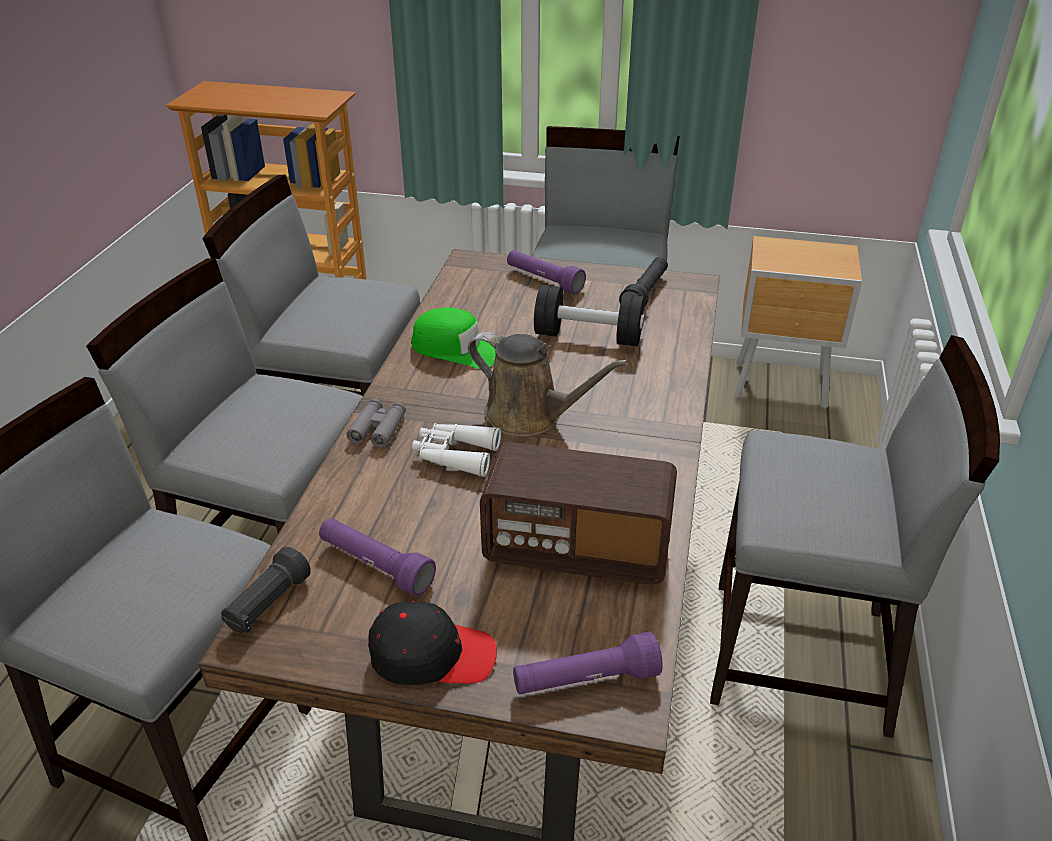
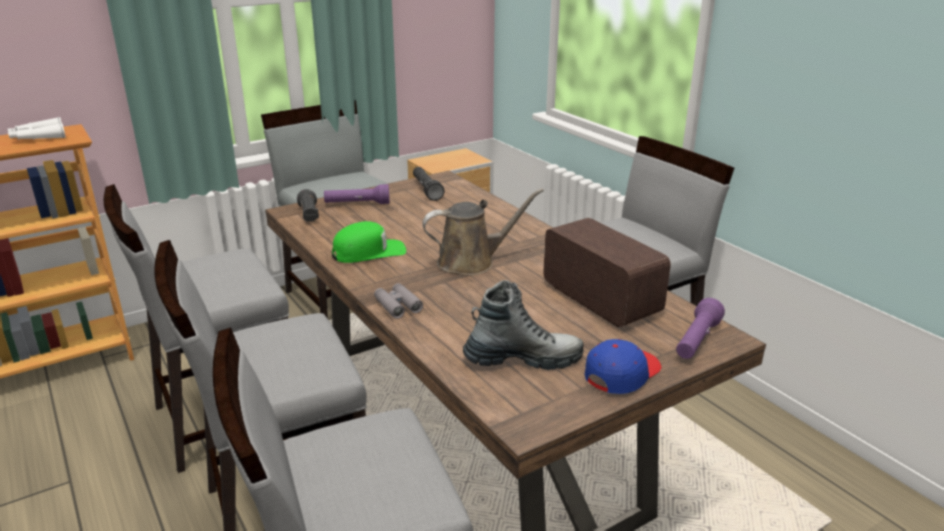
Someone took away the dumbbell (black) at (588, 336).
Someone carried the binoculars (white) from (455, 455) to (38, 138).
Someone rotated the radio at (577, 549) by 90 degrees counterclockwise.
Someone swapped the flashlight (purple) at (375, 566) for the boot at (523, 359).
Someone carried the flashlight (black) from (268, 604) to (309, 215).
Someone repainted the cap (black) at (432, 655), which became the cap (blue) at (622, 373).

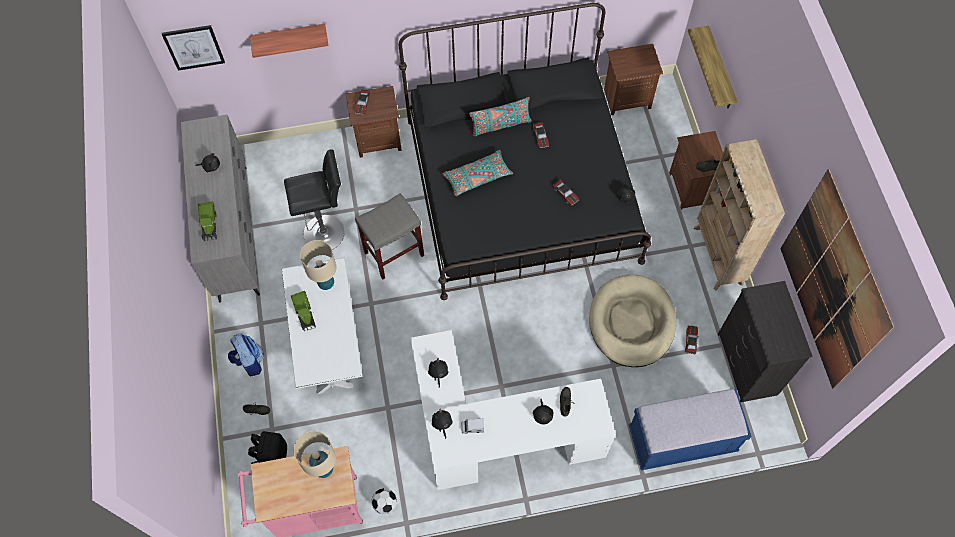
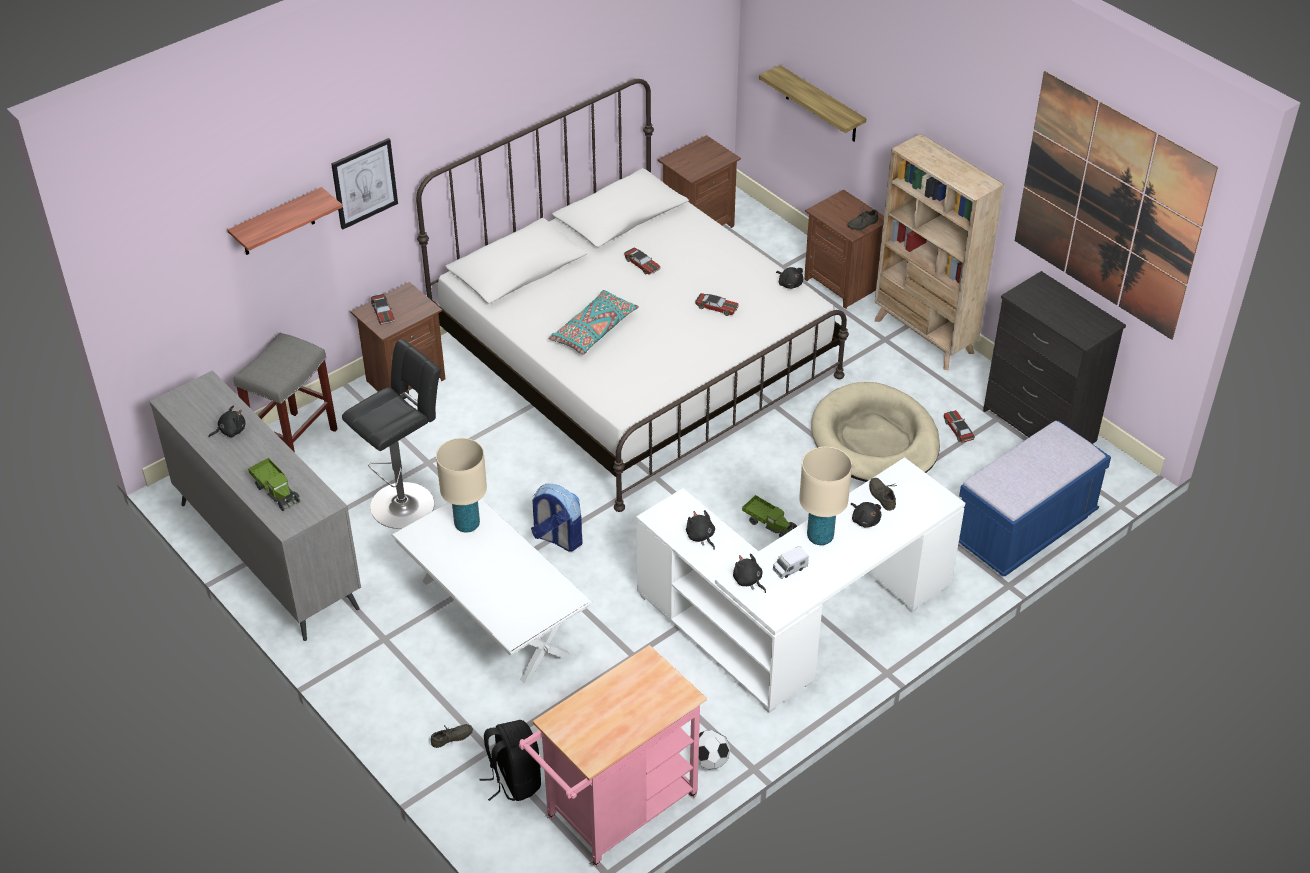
Someone repainted the bed (black) at (521, 189), which became the bed (white) at (634, 361).
Someone carried the picture from (194, 47) to (364, 183).
Someone took away the pillow (turquoise) at (500, 125).
Someone carried the stool (grey) from (394, 253) to (294, 441).
Someone carried the toy truck from (305, 313) to (769, 524).
Someone carried the backpack from (249, 361) to (557, 538).
Someone carried the table lamp (beige) from (324, 469) to (820, 537).

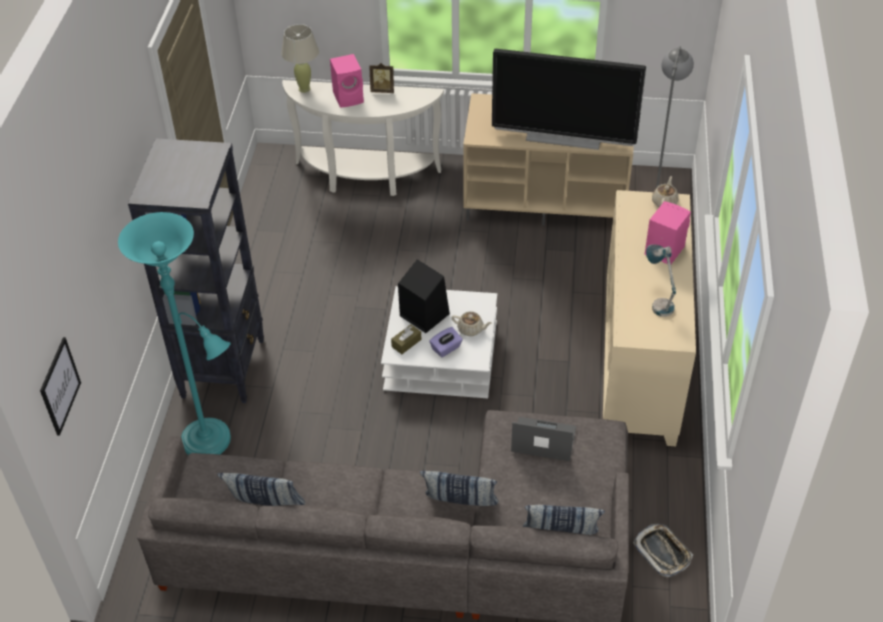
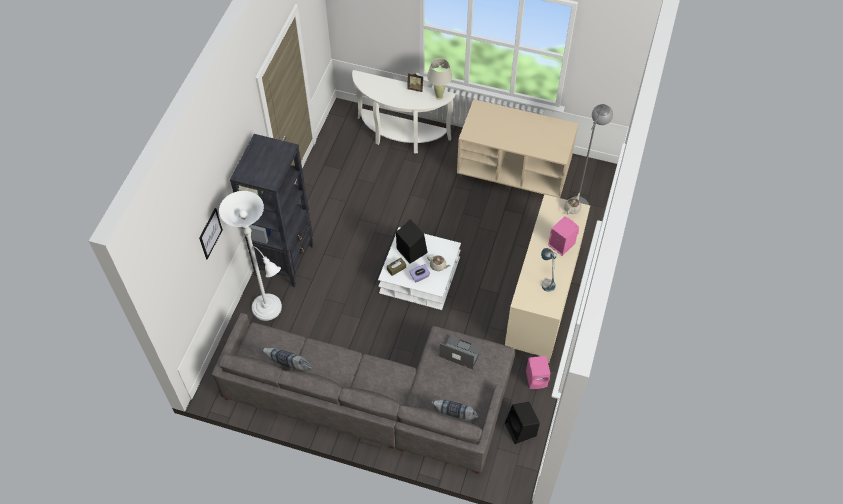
Someone carried the table lamp (beige) from (304, 89) to (439, 96).
Someone took away the television at (563, 138).
Someone carried the speaker (pink) from (349, 97) to (537, 379).
Someone repainted the floor lamp (turquoise) at (211, 442), which became the floor lamp (white) at (269, 310).
Someone carried the picture from (60, 386) to (210, 233).
Someone took away the pillow at (460, 507).
Someone swapped the tray at (662, 552) for the speaker (black) at (521, 430).

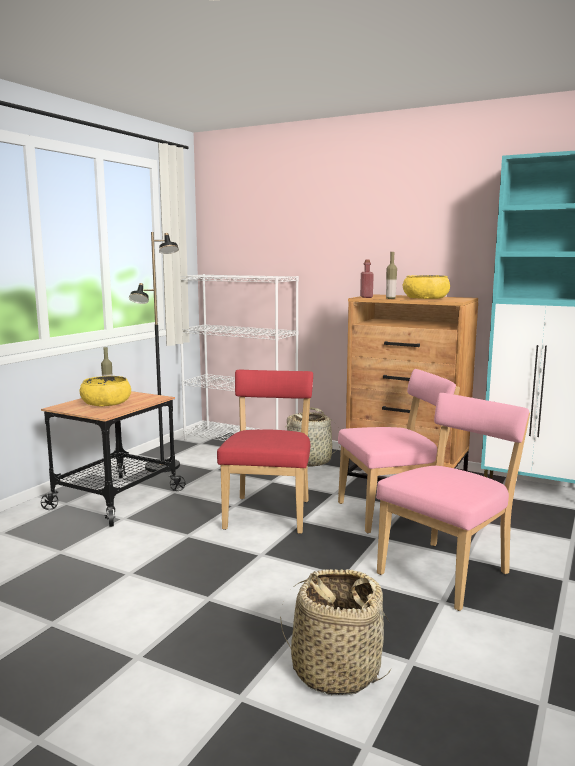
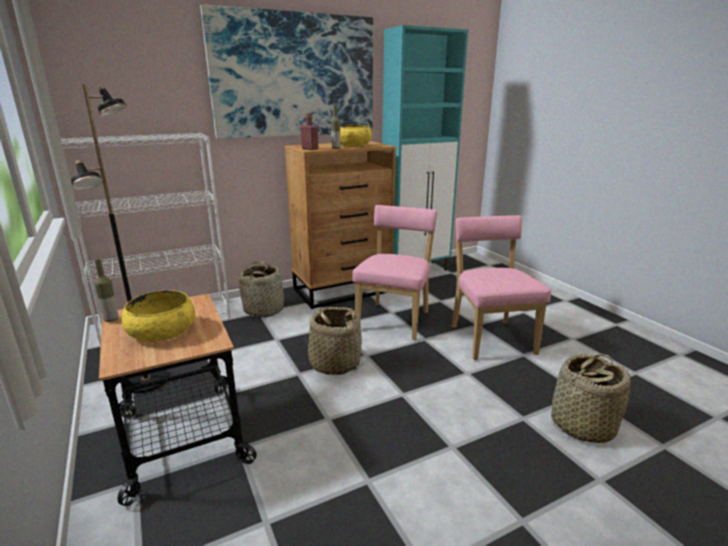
Someone swapped the chair (red) at (269, 512) for the basket at (334, 363).
Someone put up the picture at (295, 76).

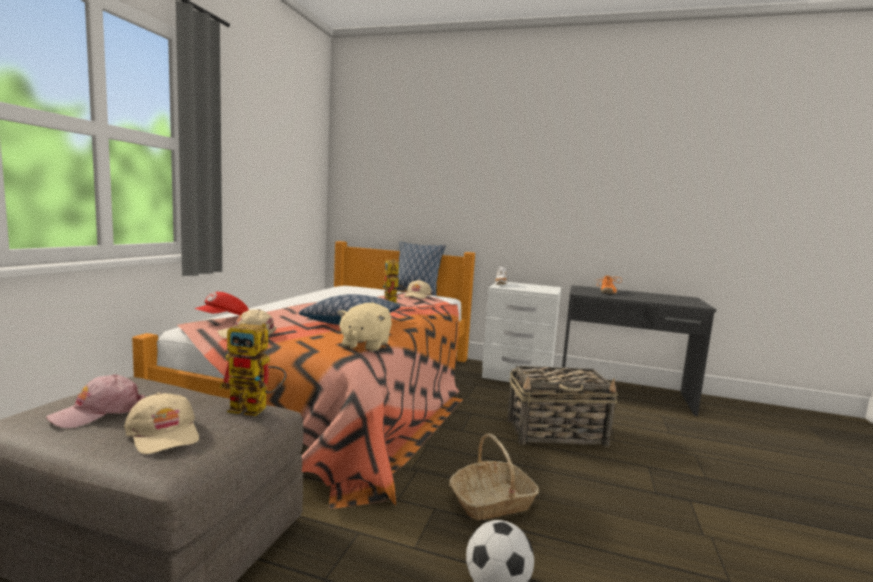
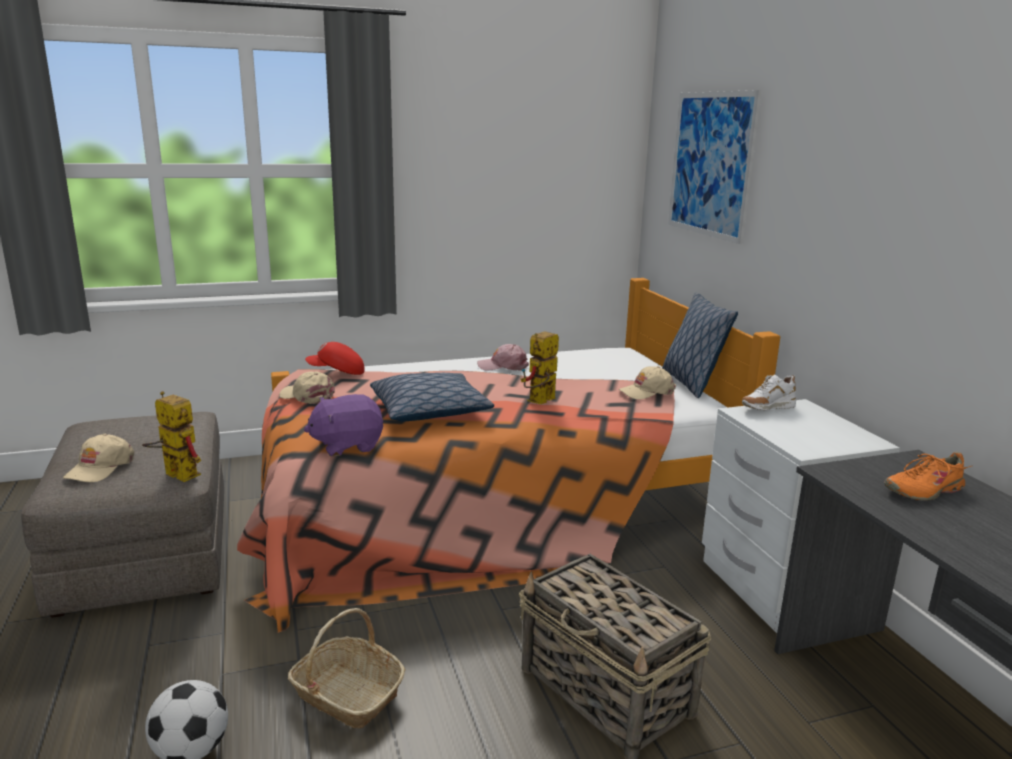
Someone repainted the plush toy (beige) at (365, 345), which became the plush toy (purple) at (347, 445).
Someone rotated the toy robot at (256, 409) by 150 degrees clockwise.
Someone carried the cap (pink) from (98, 412) to (503, 366).
Someone put up the picture at (711, 164).

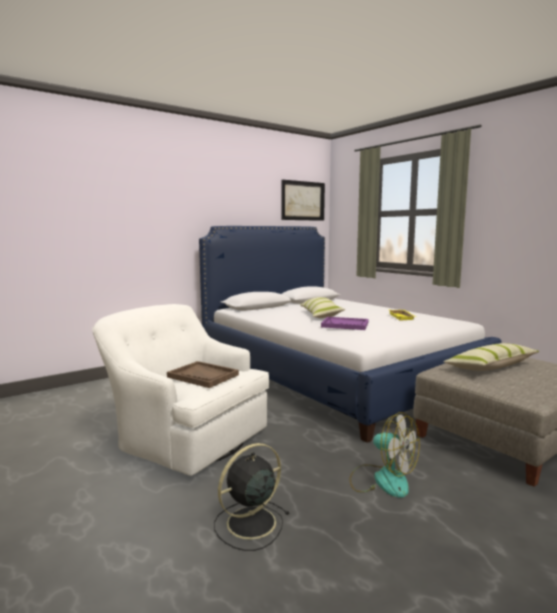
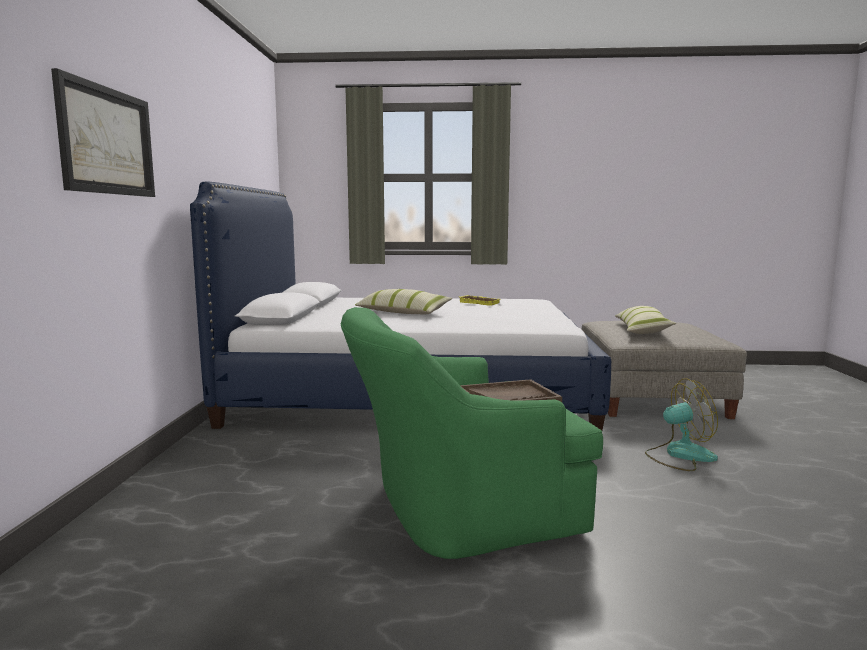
Someone carried the picture from (302, 201) to (107, 141).
Someone repainted the armchair (white) at (185, 436), which became the armchair (green) at (458, 510).
Someone took away the tray (purple) at (345, 325).
Someone took away the fan (black) at (249, 524).

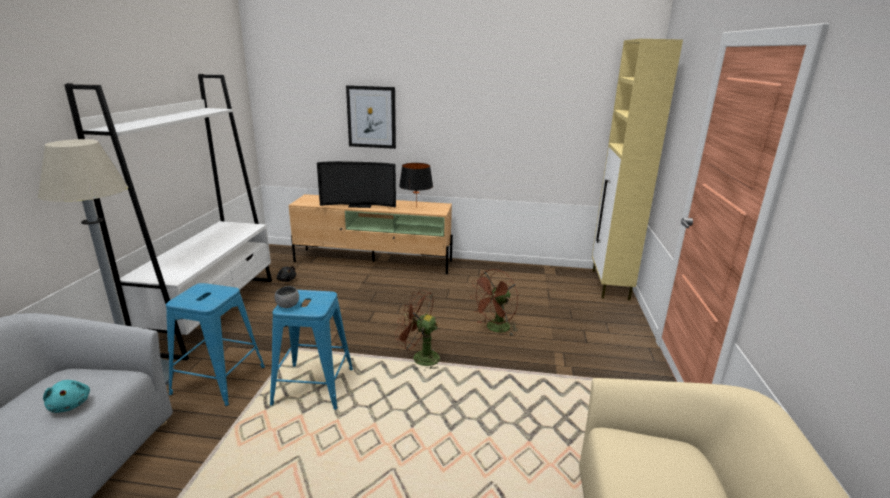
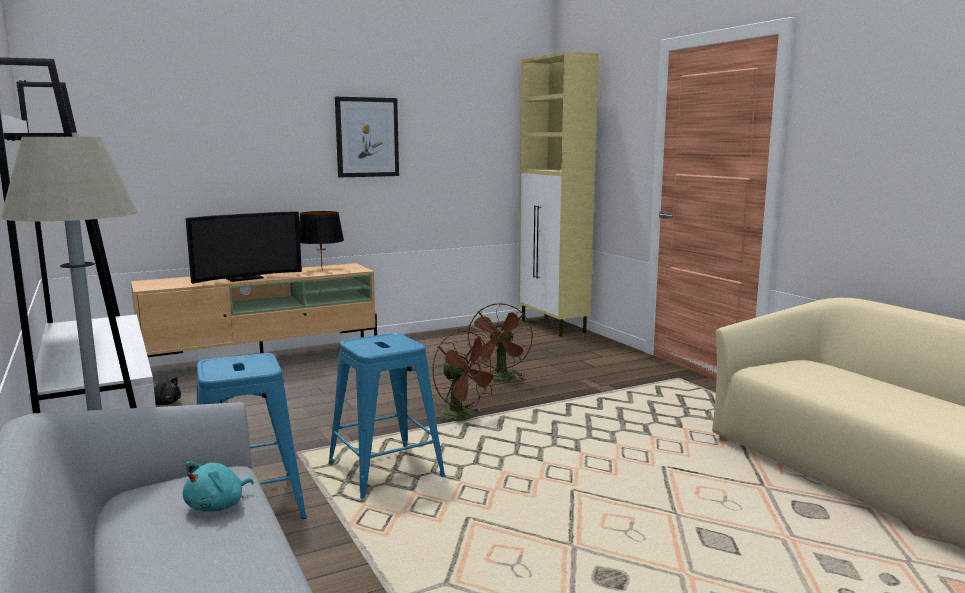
Someone carried the picture from (371, 117) to (367, 137).
Someone took away the bowl (grey) at (287, 305).
Someone rotated the fan (brown) at (420, 358) by 120 degrees counterclockwise.
Someone rotated the plush toy (turquoise) at (70, 405) by 105 degrees clockwise.

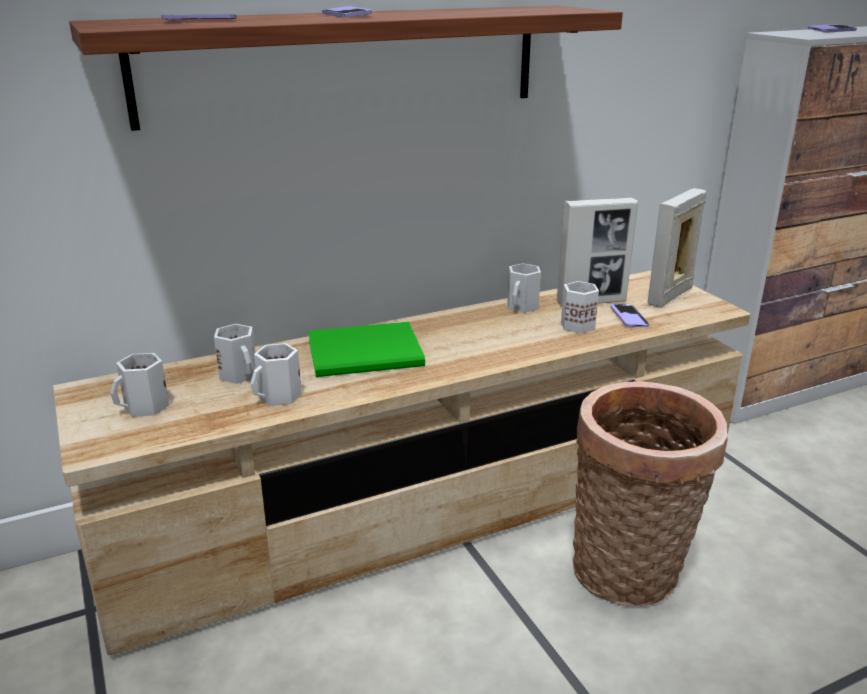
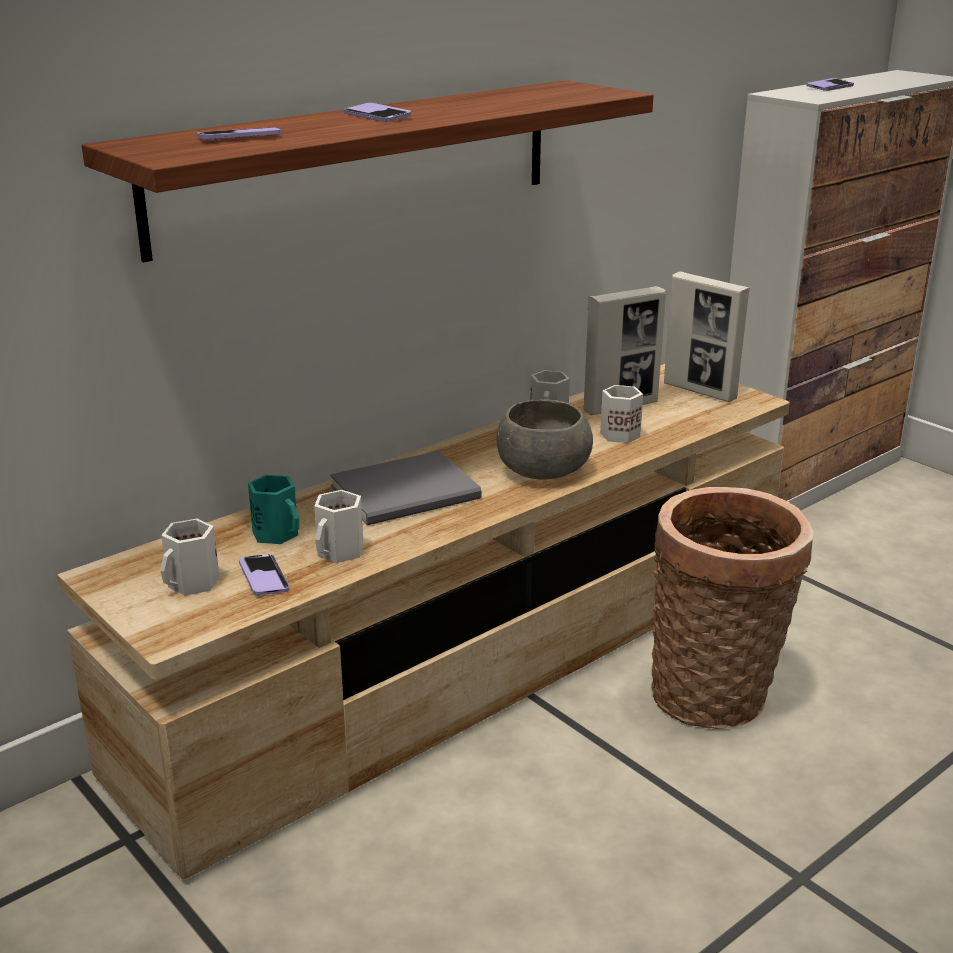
Someone rotated the picture frame at (670, 296) by 75 degrees counterclockwise.
Someone carried the phone from (629, 317) to (263, 577).
Someone repainted the book (green) at (369, 354), which became the book (grey) at (410, 493).
Someone repainted the mug (white) at (240, 374), which became the mug (turquoise) at (278, 533).
Someone put down the bowl (grey) at (542, 470).

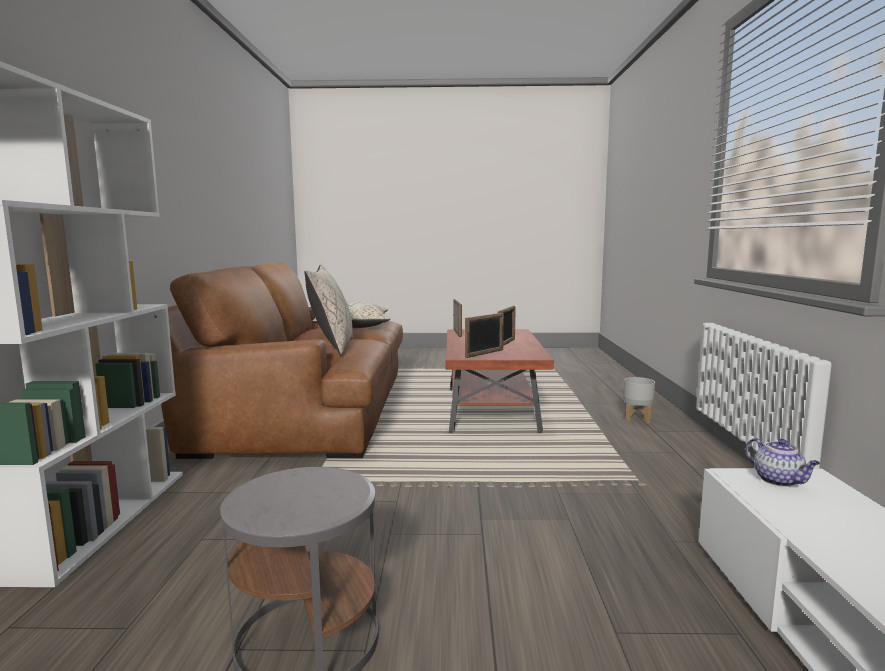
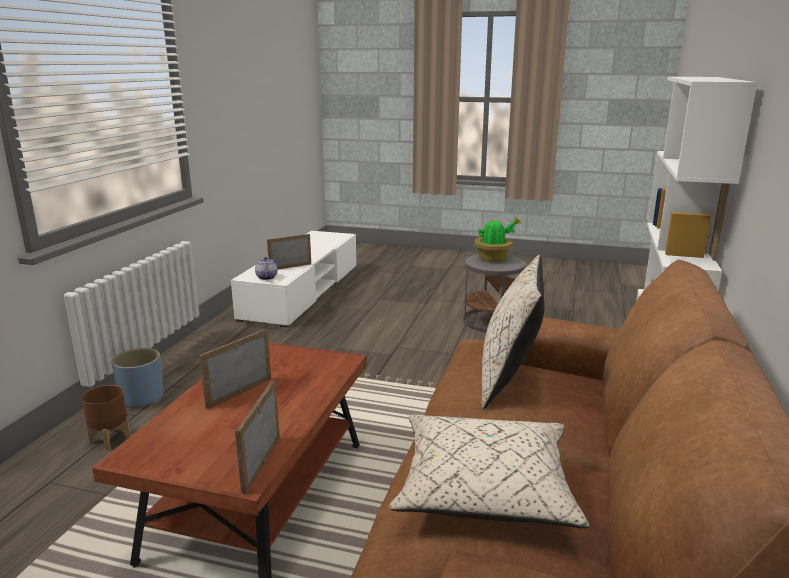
Someone carried the picture frame from (484, 353) to (290, 267).
Someone repainted the planter (grey) at (637, 419), which became the planter (brown) at (110, 439).
Someone put down the potted plant at (494, 259).
Someone put down the planter (blue) at (141, 399).

